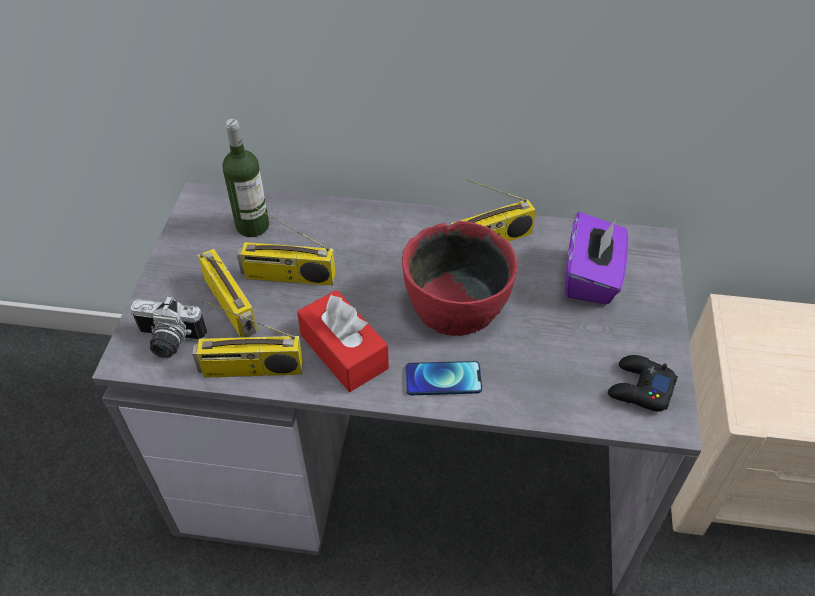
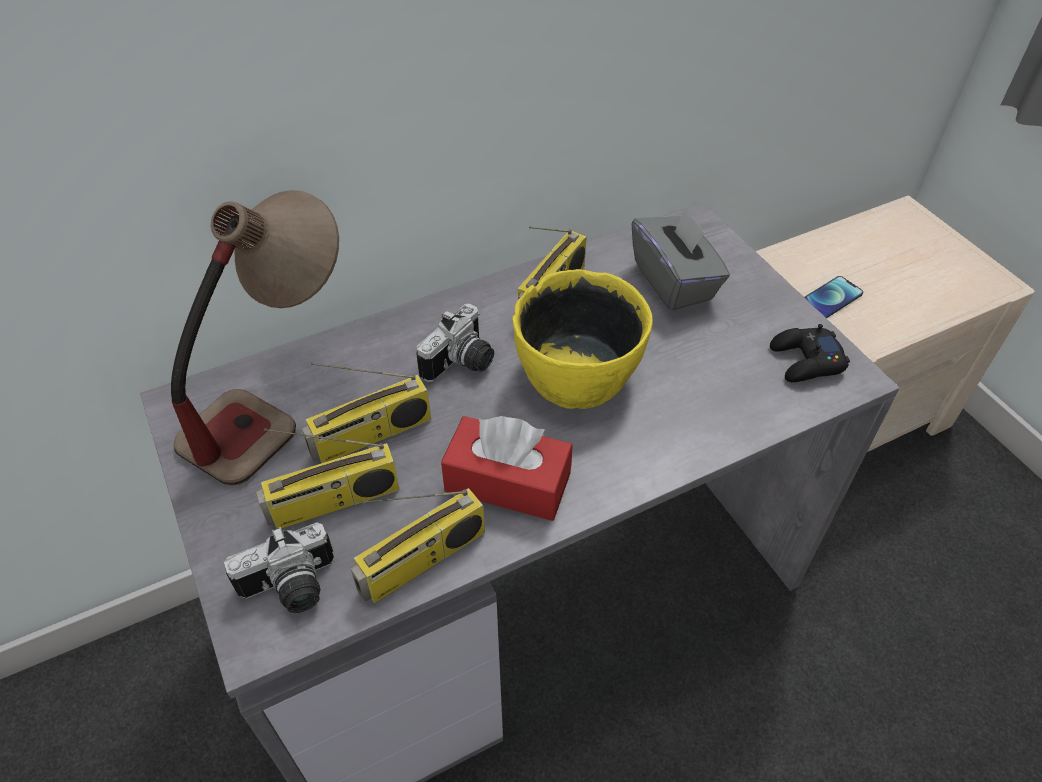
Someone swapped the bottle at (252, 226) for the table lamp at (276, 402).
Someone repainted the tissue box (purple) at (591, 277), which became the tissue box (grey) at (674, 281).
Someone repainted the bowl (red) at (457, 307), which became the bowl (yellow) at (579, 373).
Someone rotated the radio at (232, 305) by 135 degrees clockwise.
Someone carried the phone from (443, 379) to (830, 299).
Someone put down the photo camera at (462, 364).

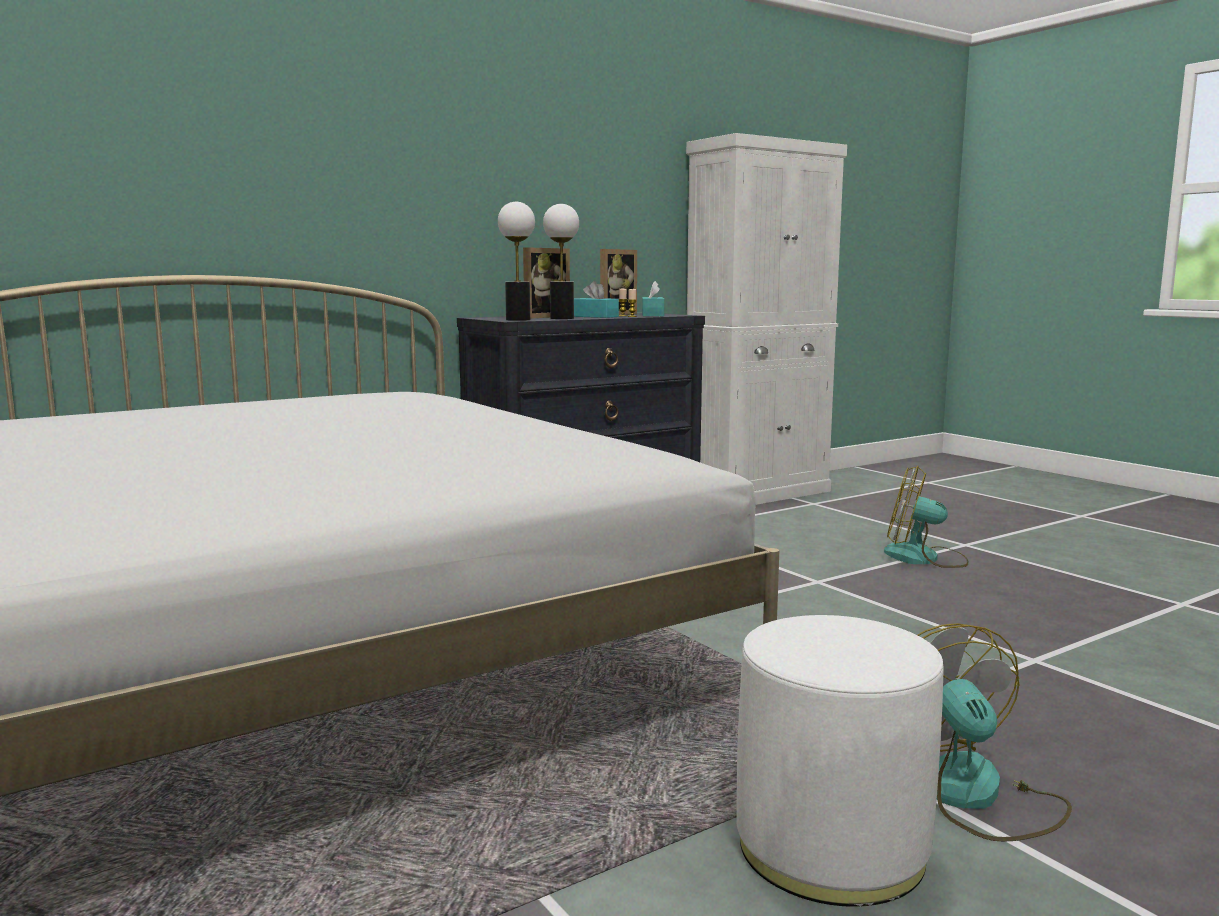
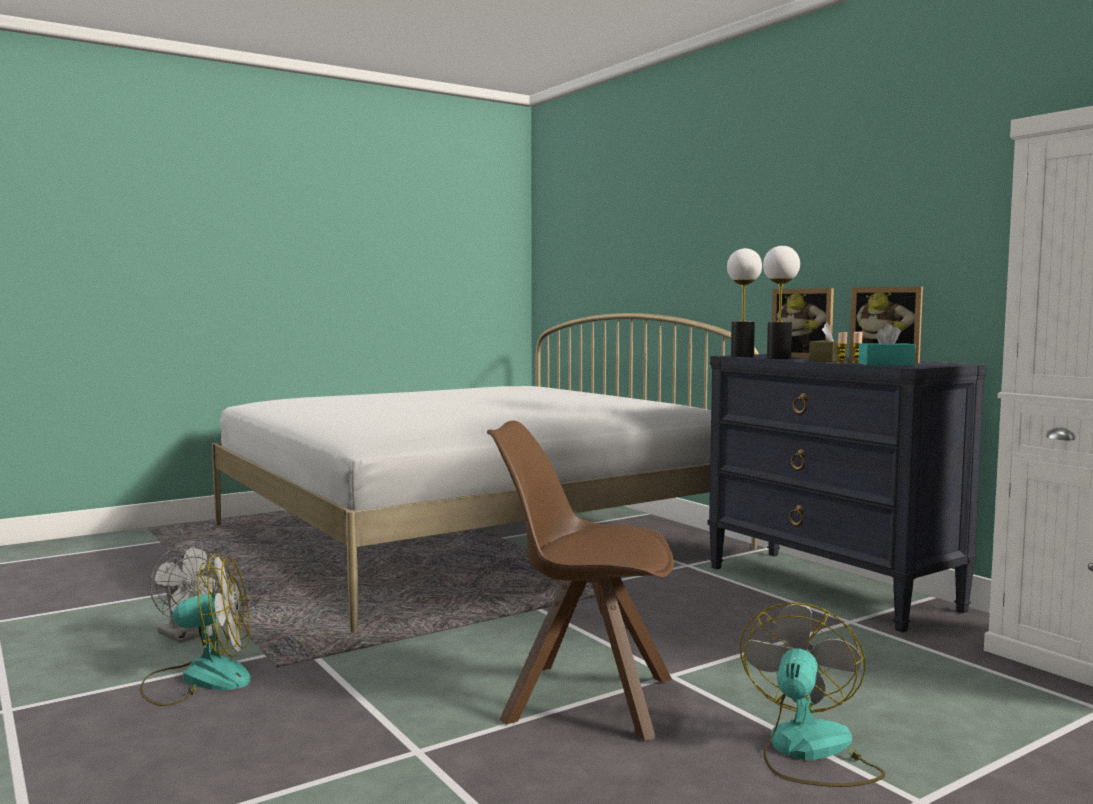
Someone repainted the tissue box (turquoise) at (596, 316), which became the tissue box (brown) at (827, 360).
Someone swapped the ottoman (white) at (830, 847) for the fan (grey) at (185, 636).
Someone put down the chair (brown) at (584, 699).

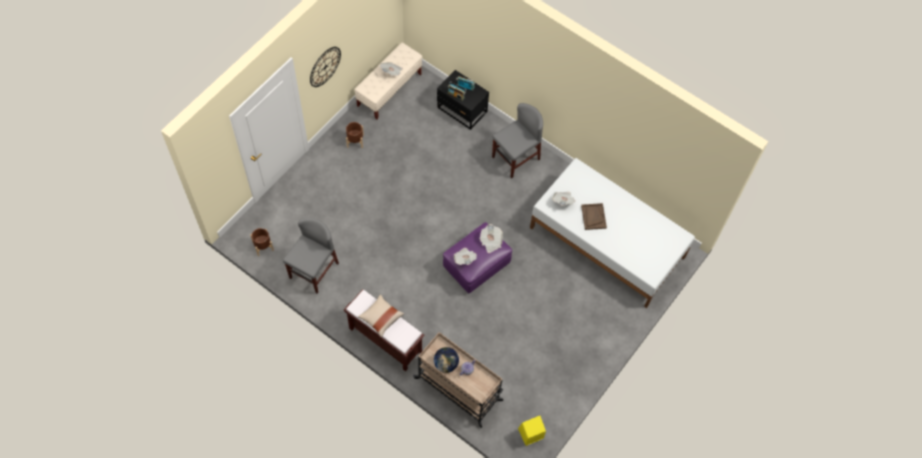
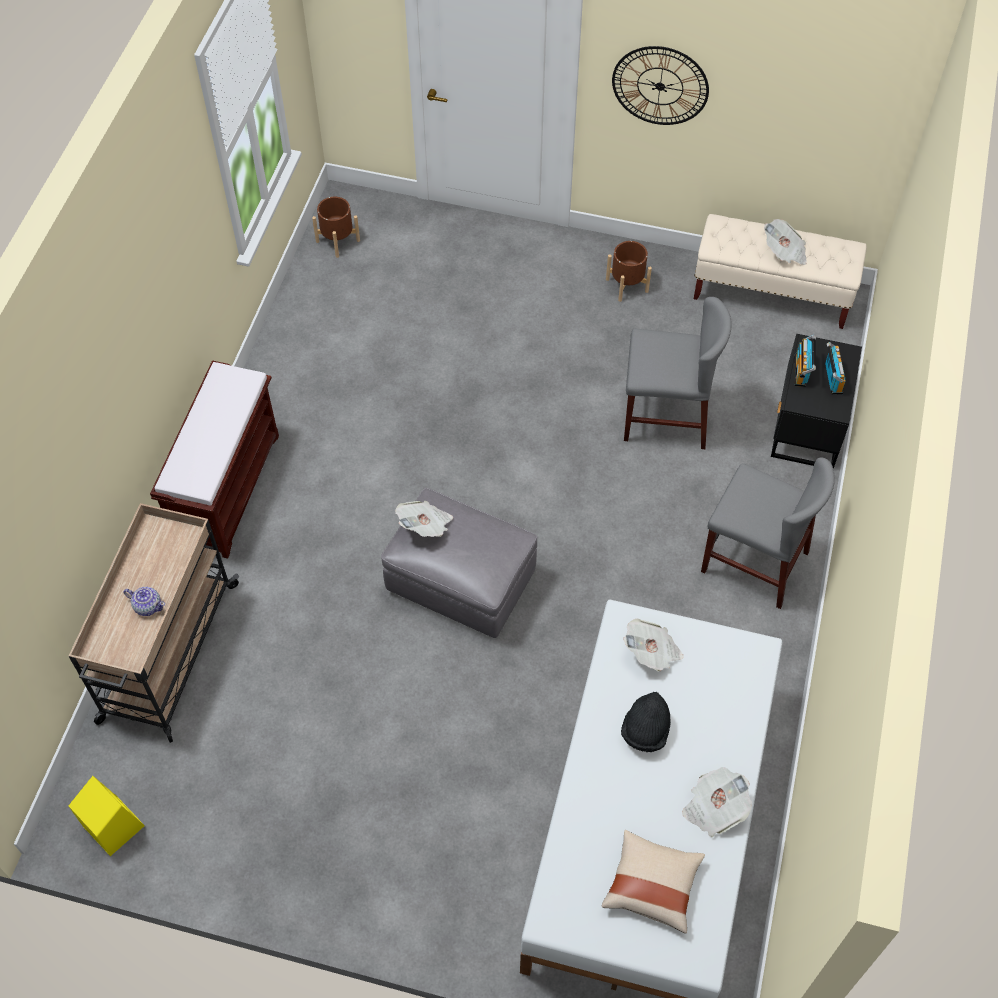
Someone swapped the tray (brown) at (593, 217) for the hat (black) at (645, 730).
Someone carried the chair (grey) from (314, 270) to (666, 417).
Someone repainted the ottoman (purple) at (476, 265), which became the ottoman (grey) at (461, 582).
Someone carried the newspaper from (491, 241) to (714, 808).
Someone carried the pillow (beige) from (381, 318) to (652, 886).
Someone took away the globe at (446, 364).

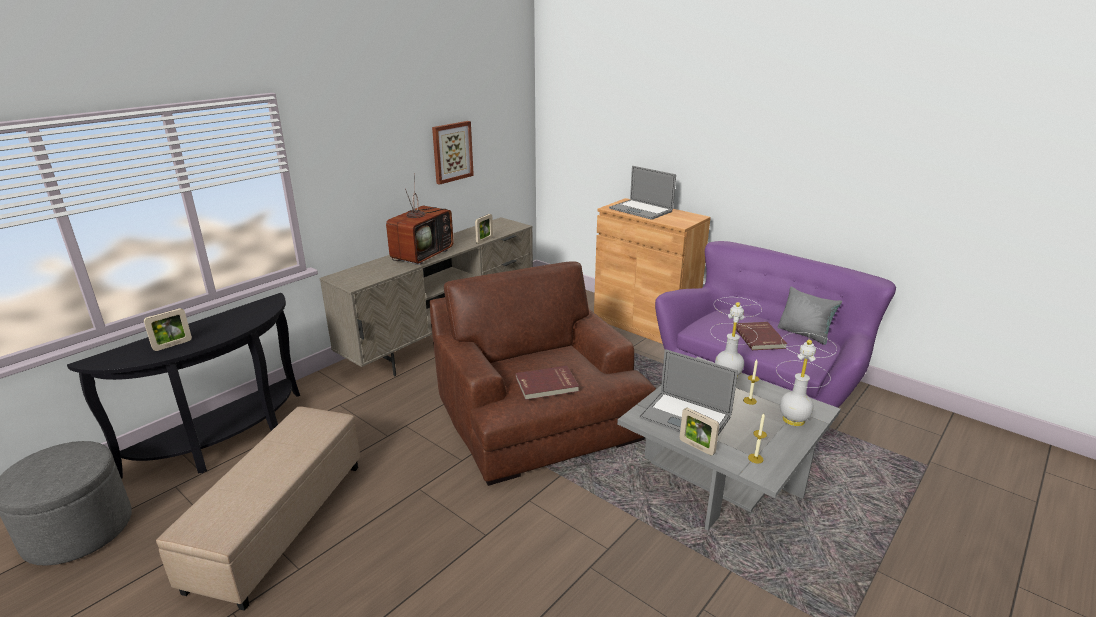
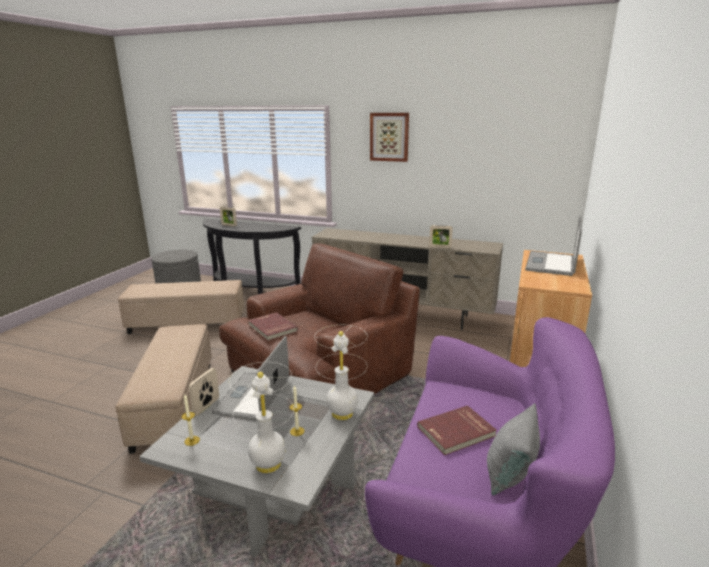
Someone carried the picture from (452, 152) to (389, 137).
Someone took away the television at (422, 254).
Someone put down the ottoman (beige) at (176, 403).

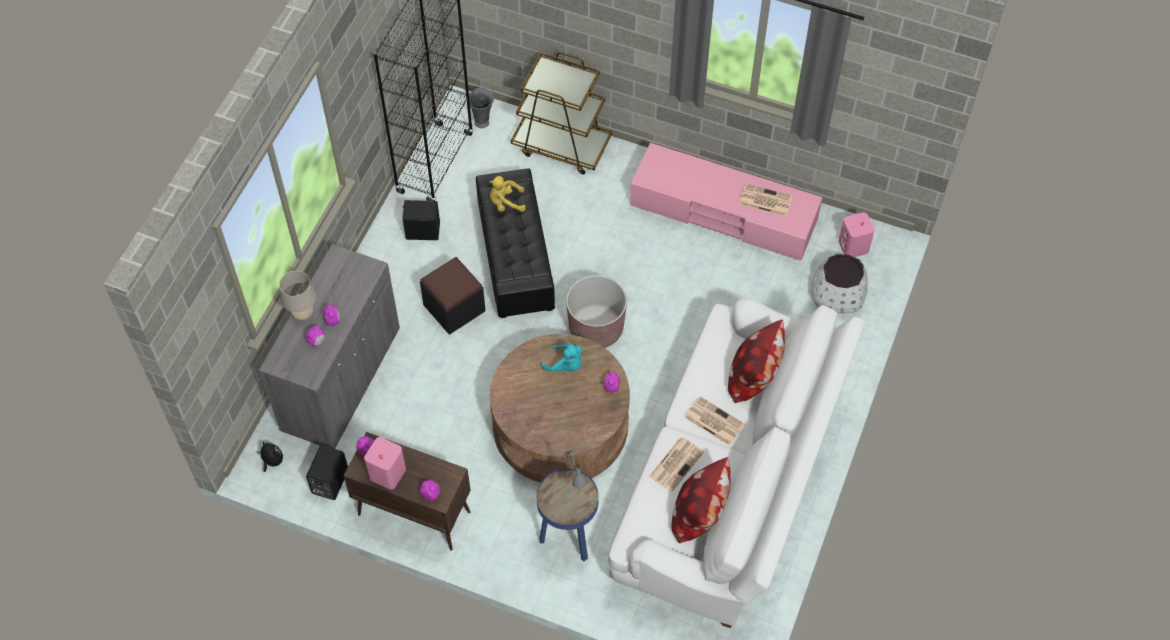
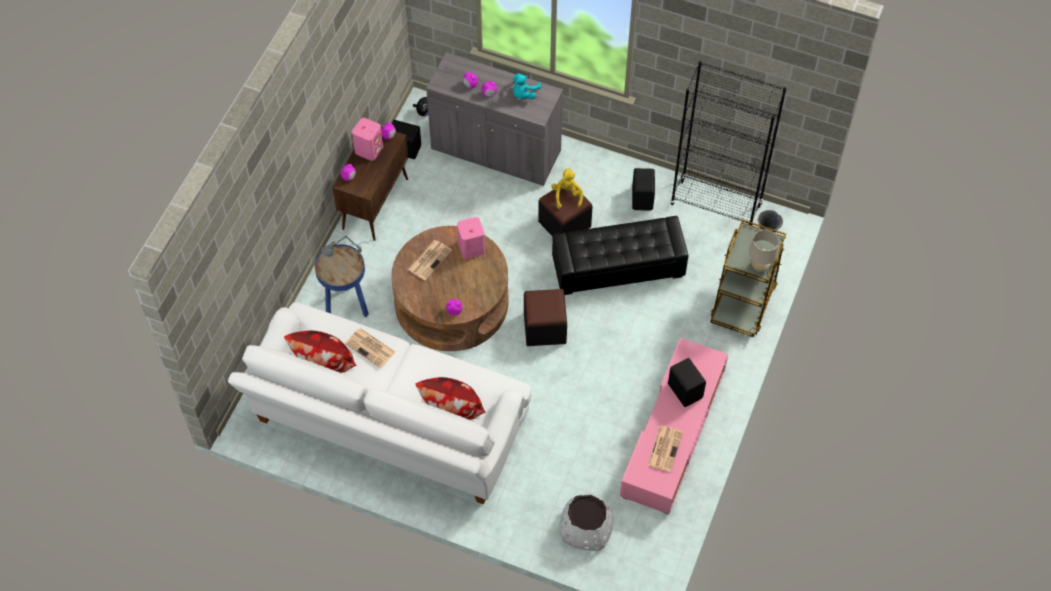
Someone carried the plush toy (yellow) from (506, 203) to (567, 195).
Someone carried the speaker (pink) from (853, 247) to (471, 248).
Someone carried the table lamp (beige) from (303, 314) to (760, 267).
Someone swapped the planter (brown) at (596, 328) for the ottoman (black) at (544, 328).
Someone carried the plush toy (turquoise) from (565, 365) to (524, 94).
Someone carried the newspaper from (713, 421) to (430, 259).
Someone put down the speaker (black) at (685, 390).

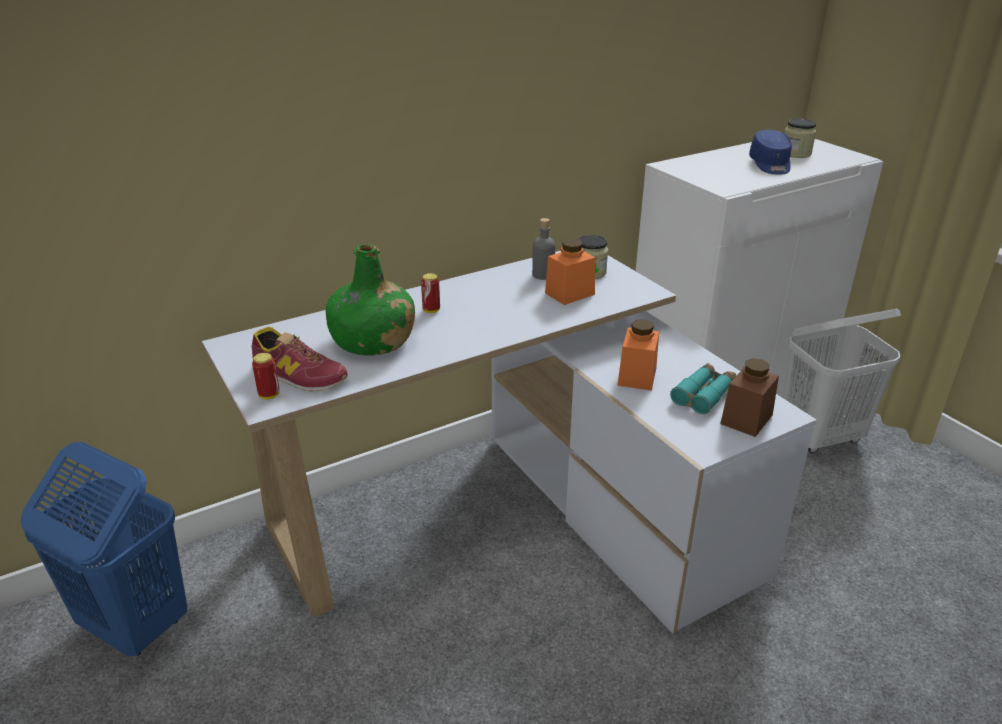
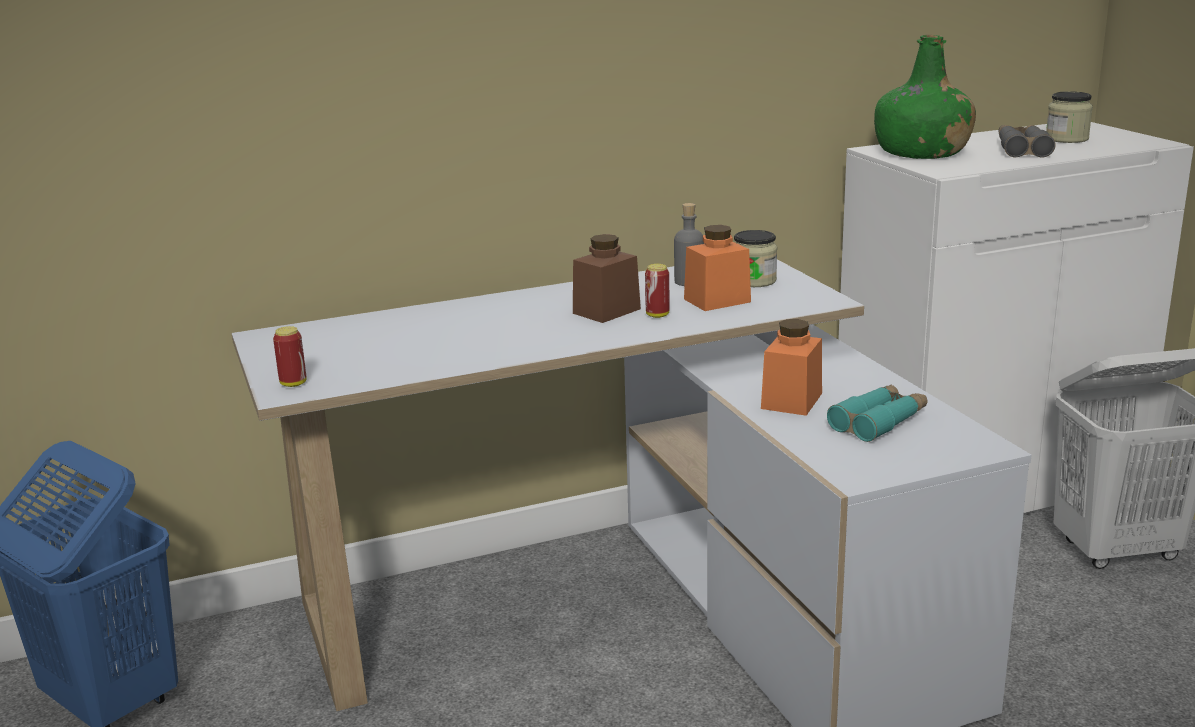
Someone swapped the cap (blue) at (770, 165) for the binoculars (grey) at (1022, 149).
Someone carried the bottle (green) from (373, 341) to (921, 153).
Someone carried the can from (431, 310) to (657, 315).
Someone took away the shoe at (298, 375).
Someone carried the jar (brown) from (746, 419) to (606, 311).

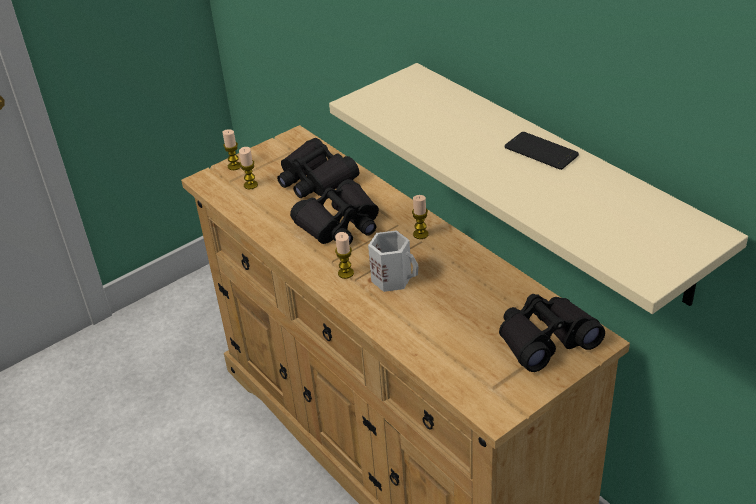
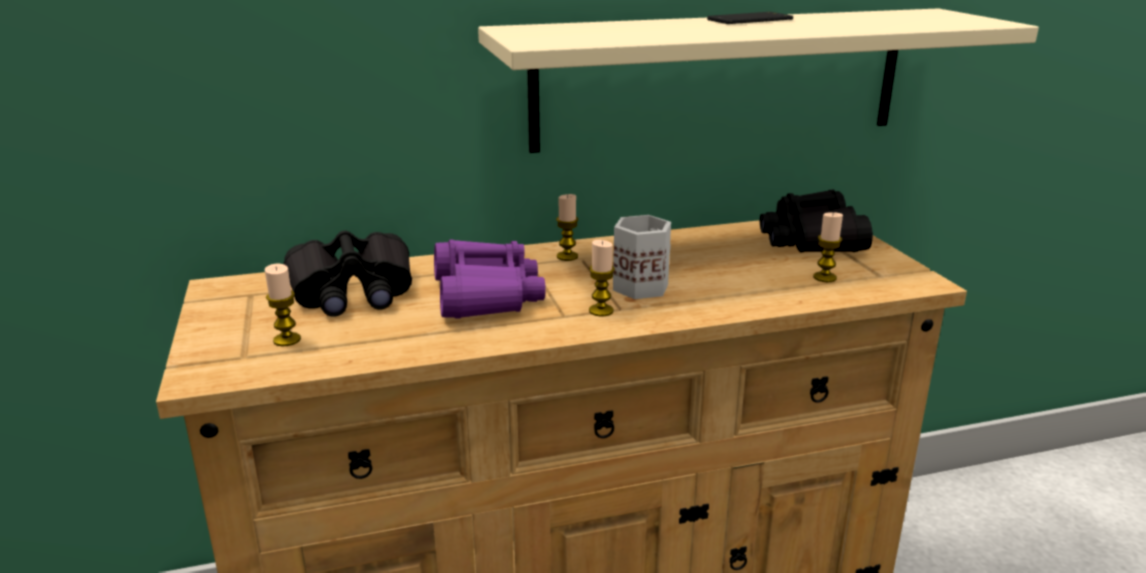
Someone carried the candle from (234, 166) to (824, 277).
Someone repainted the binoculars (black) at (340, 224), which became the binoculars (purple) at (486, 296).

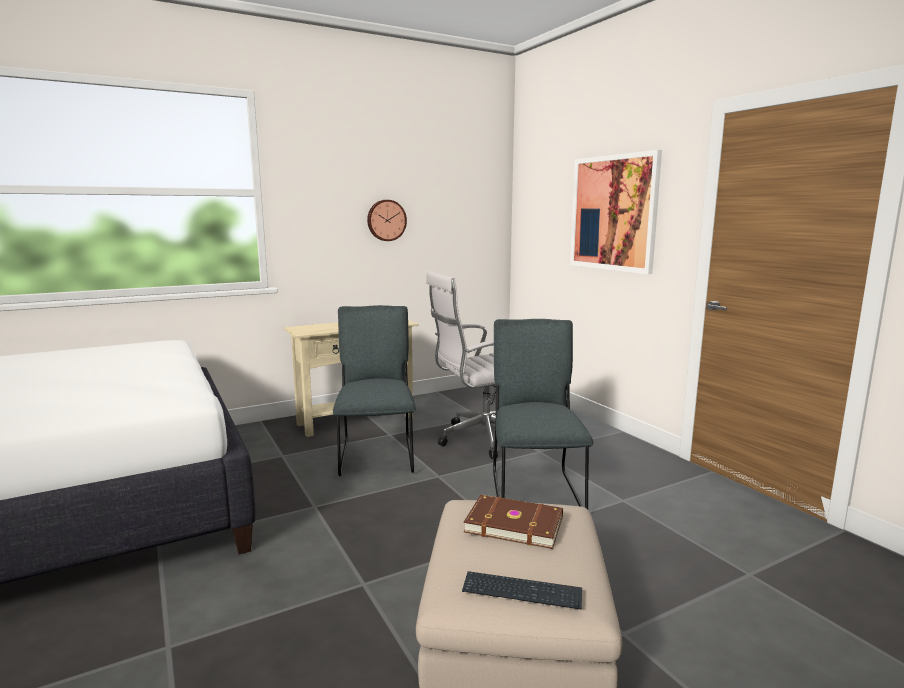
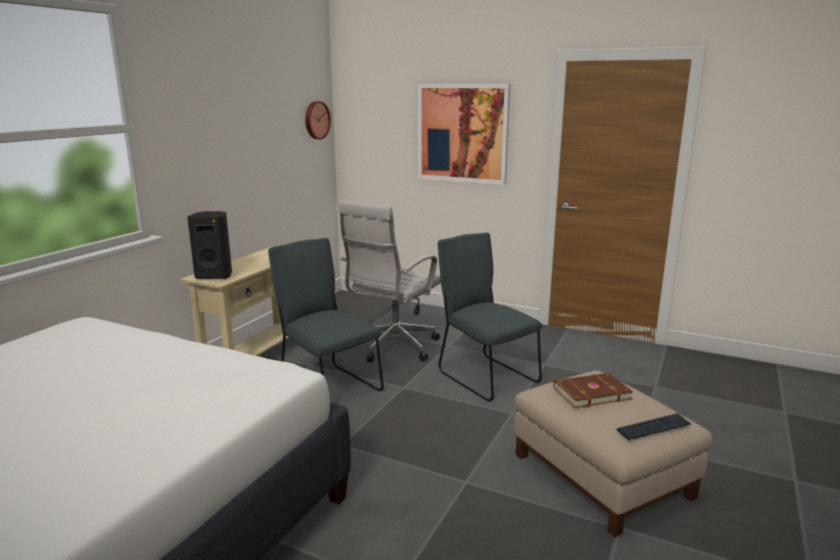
Someone carried the wall clock from (386, 220) to (316, 120).
Someone put down the speaker (black) at (215, 276).

